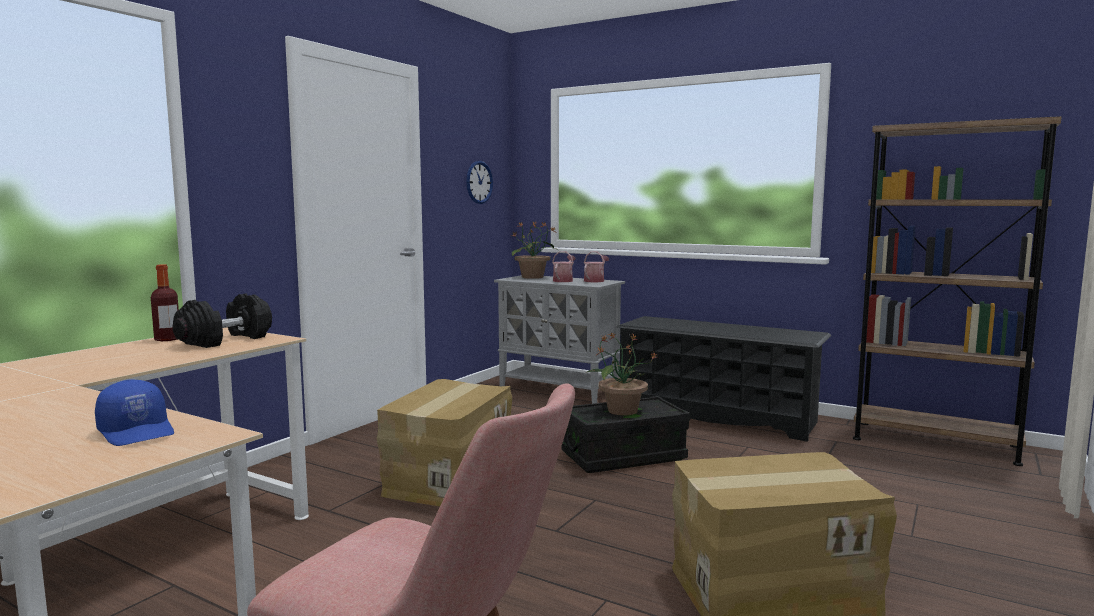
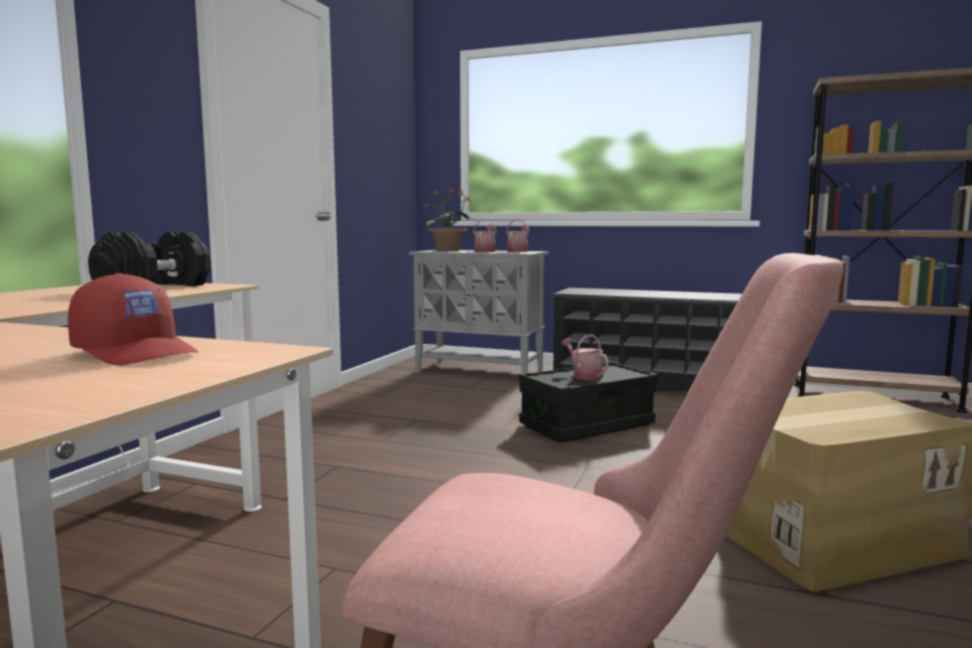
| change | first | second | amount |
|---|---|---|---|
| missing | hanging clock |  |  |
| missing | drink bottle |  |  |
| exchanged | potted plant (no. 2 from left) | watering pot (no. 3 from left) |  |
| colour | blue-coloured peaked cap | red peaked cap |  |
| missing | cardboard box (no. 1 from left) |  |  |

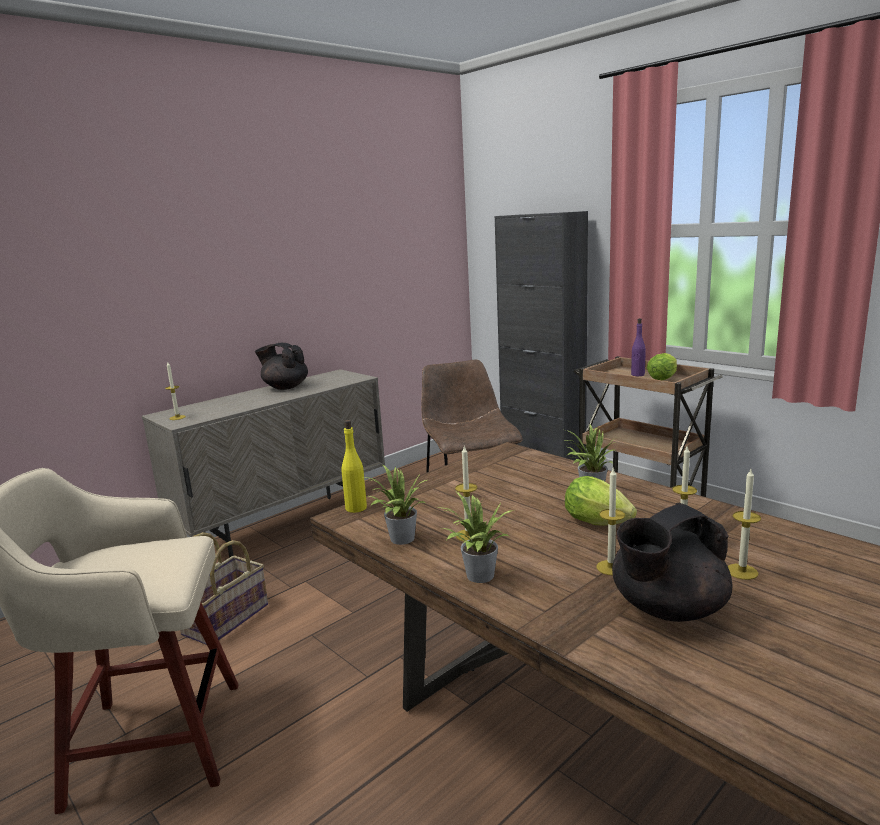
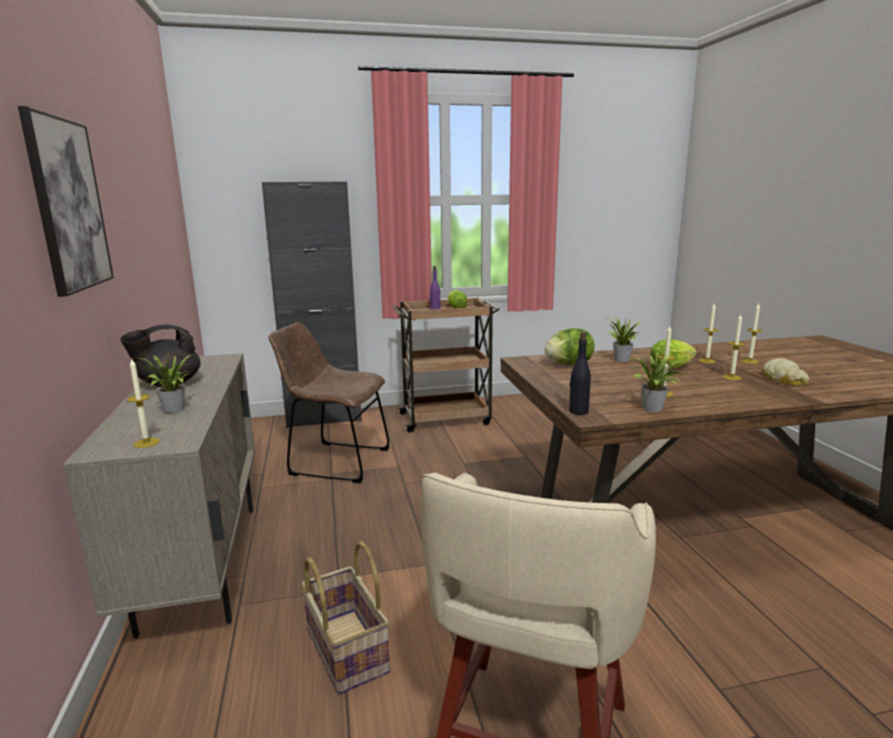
| change | first | second | amount |
|---|---|---|---|
| colour | yellow-coloured drink bottle | blackish drink bottle |  |
| relocated | potted plant (no. 2 from left in the first image) | potted plant (no. 1 from left) |  |
| exchanged | blackish pot for tea (no. 2 from left) | baked bread |  |
| appeared |  | wall art |  |
| appeared |  | lettuce head (no. 2 from left) |  |

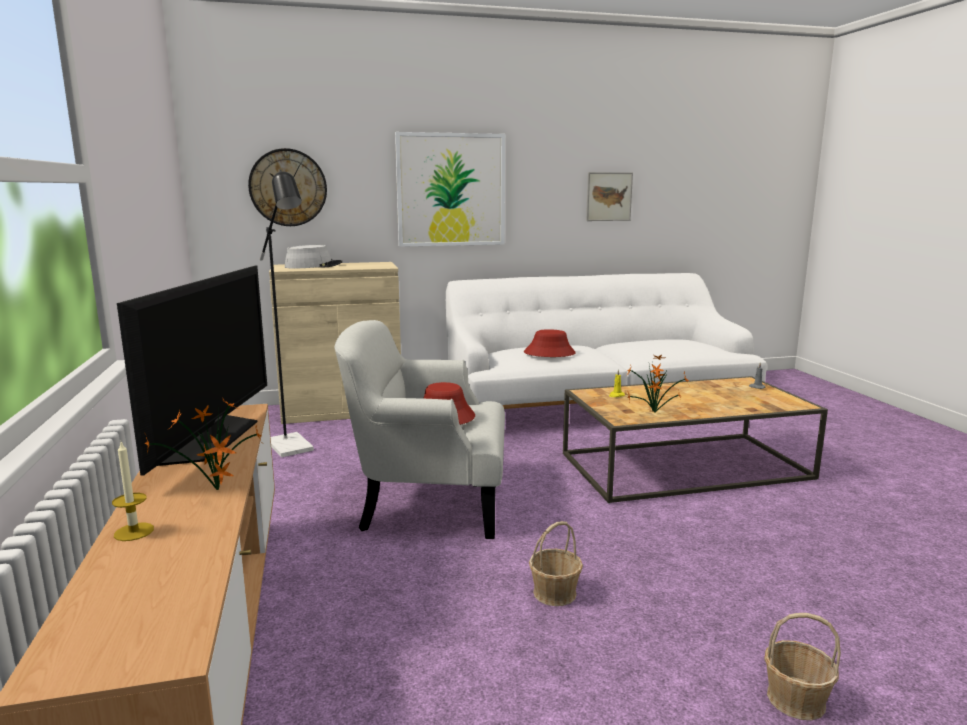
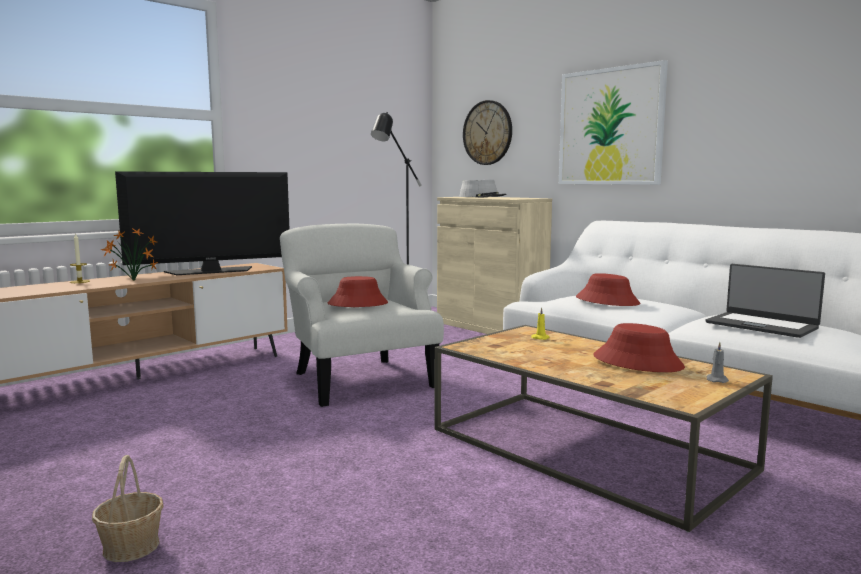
| change | first | second | amount |
|---|---|---|---|
| missing | wall art (no. 2 from left) |  |  |
| missing | potted plant (no. 2 from left) |  |  |
| missing | household basket (no. 1 from left) |  |  |
| appeared |  | notebook computer |  |
| appeared |  | red hat (no. 3 from left) |  |

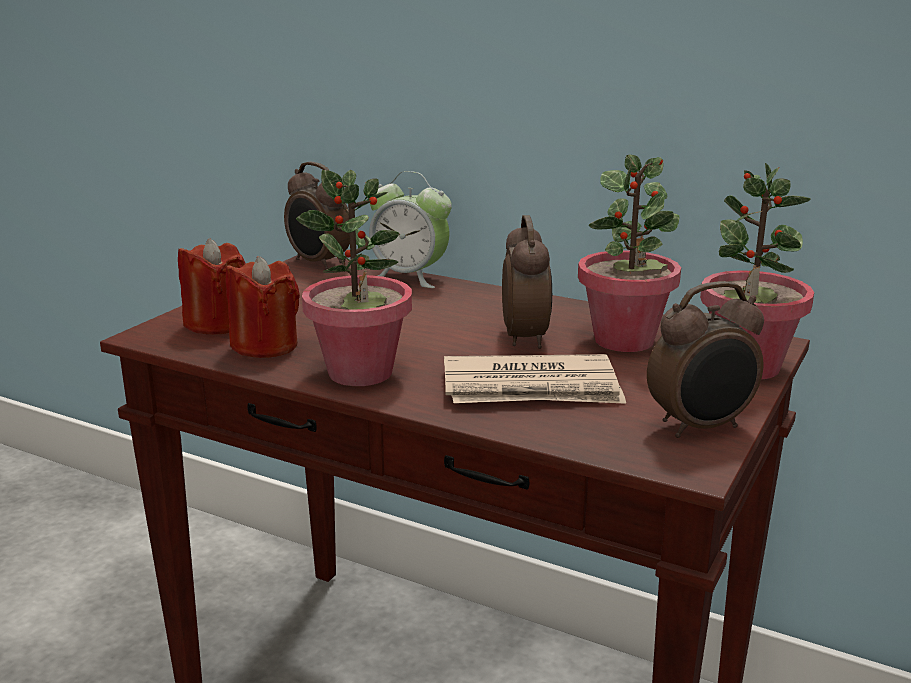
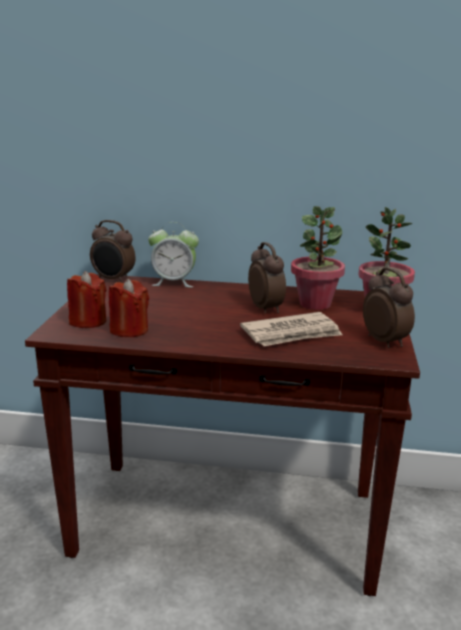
| change | first | second | amount |
|---|---|---|---|
| missing | potted plant (no. 1 from left) |  |  |
| spun | alarm clock (no. 4 from left) |  | 75 degrees counterclockwise |

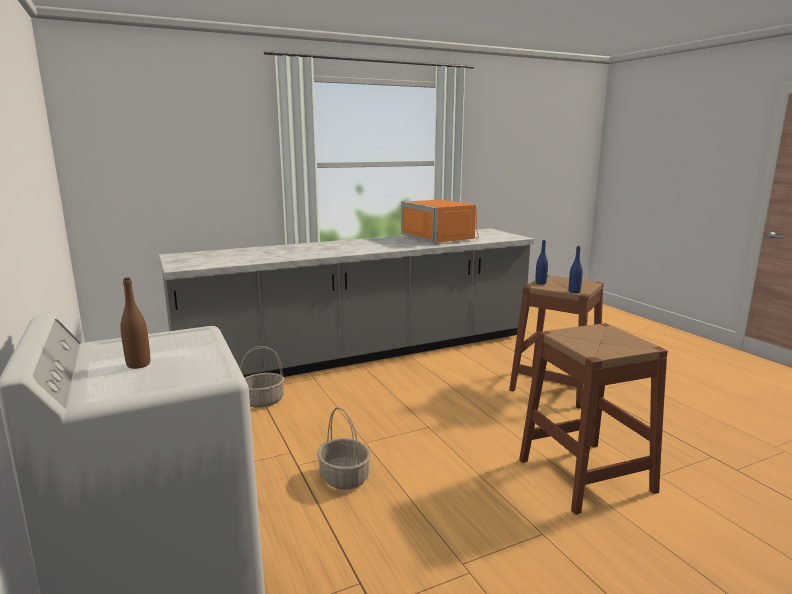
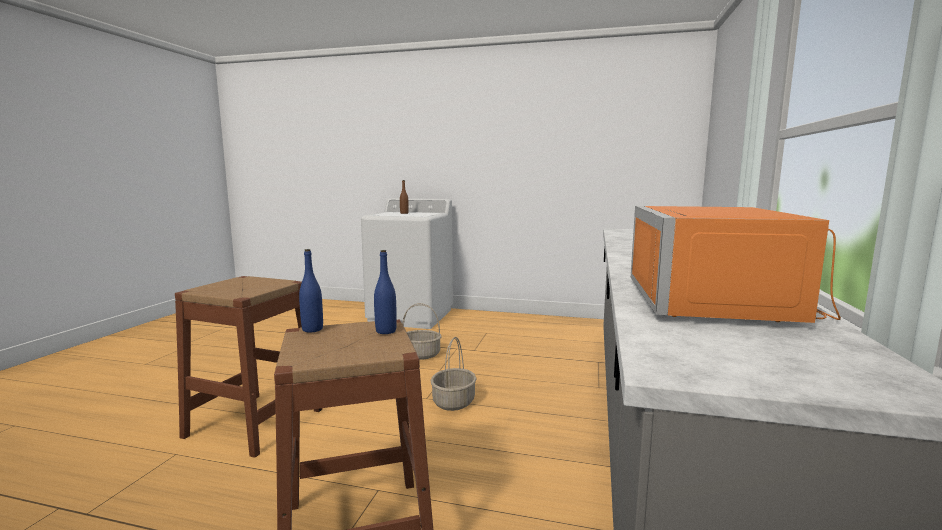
| change | first | second | amount |
|---|---|---|---|
| spun | orange-coloured microwave |  | 90 degrees counterclockwise |
| relocated | household basket (no. 1 from left in the first image) | household basket (no. 2 from left) |  |

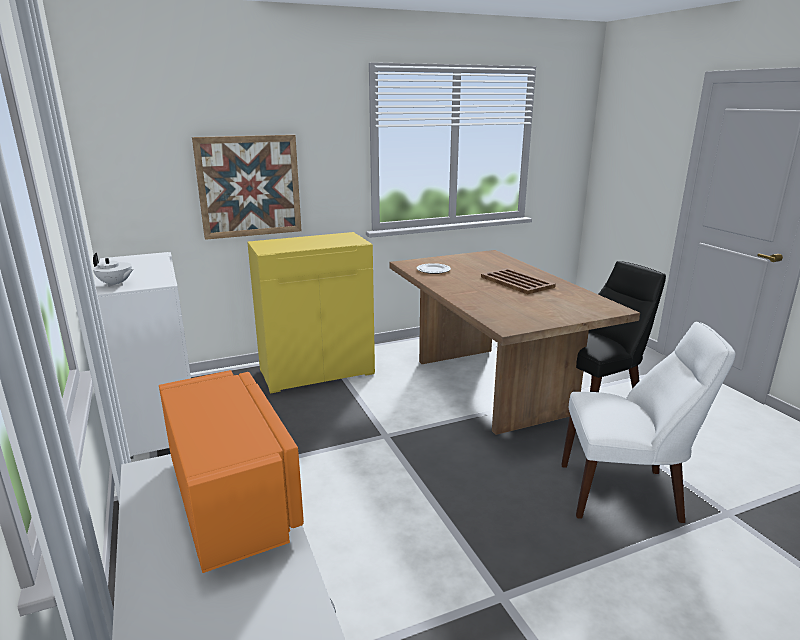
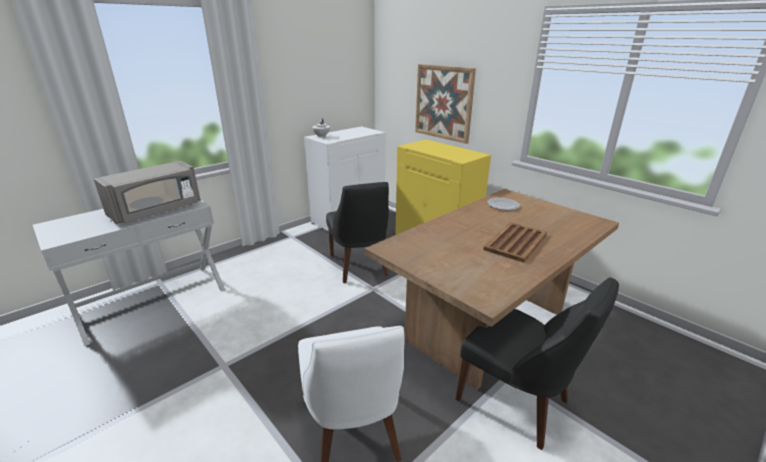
| change | first | second | amount |
|---|---|---|---|
| colour | orange-coloured microwave | grey microwave |  |
| appeared |  | blackish plain chair (no. 1 from left) |  |

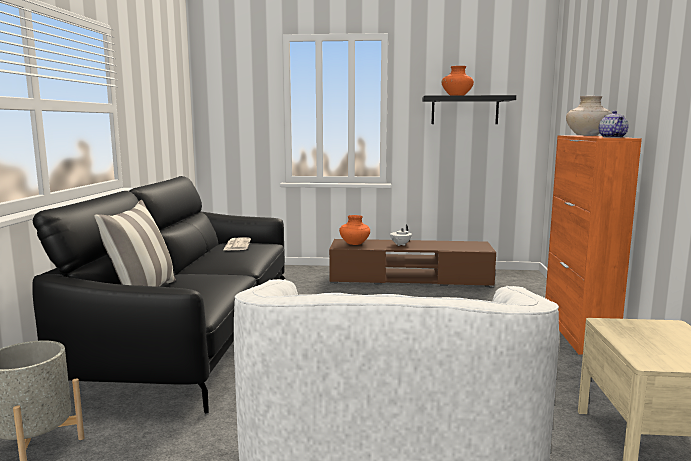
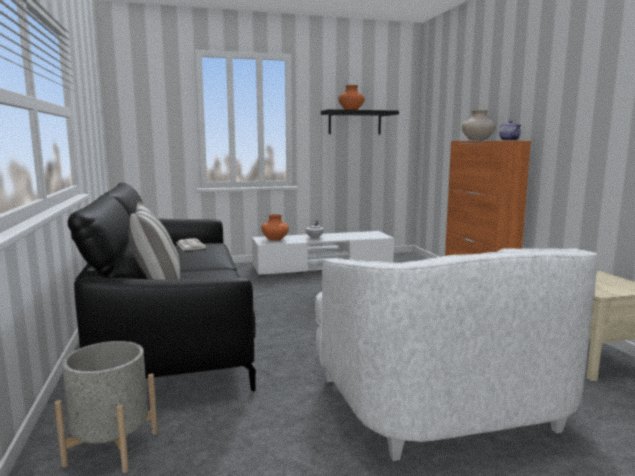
| change | first | second | amount |
|---|---|---|---|
| colour | brown tv unit | white-coloured tv unit |  |

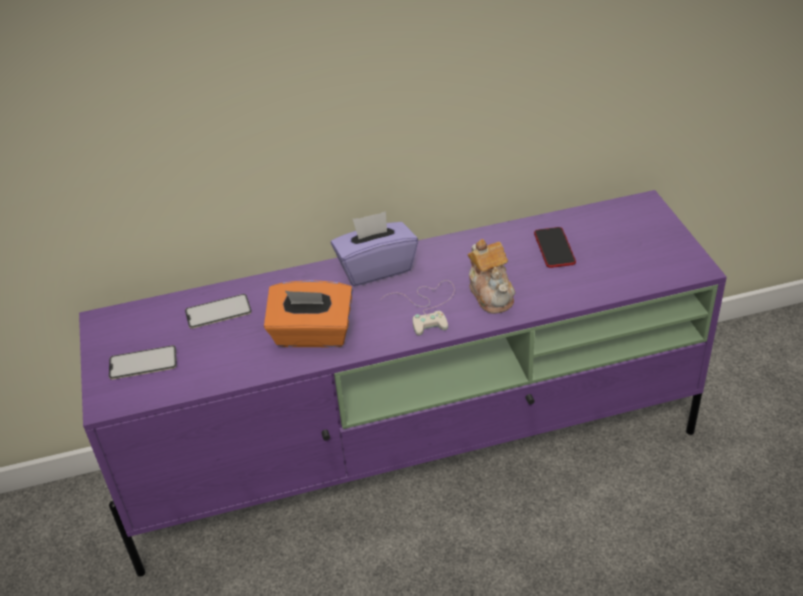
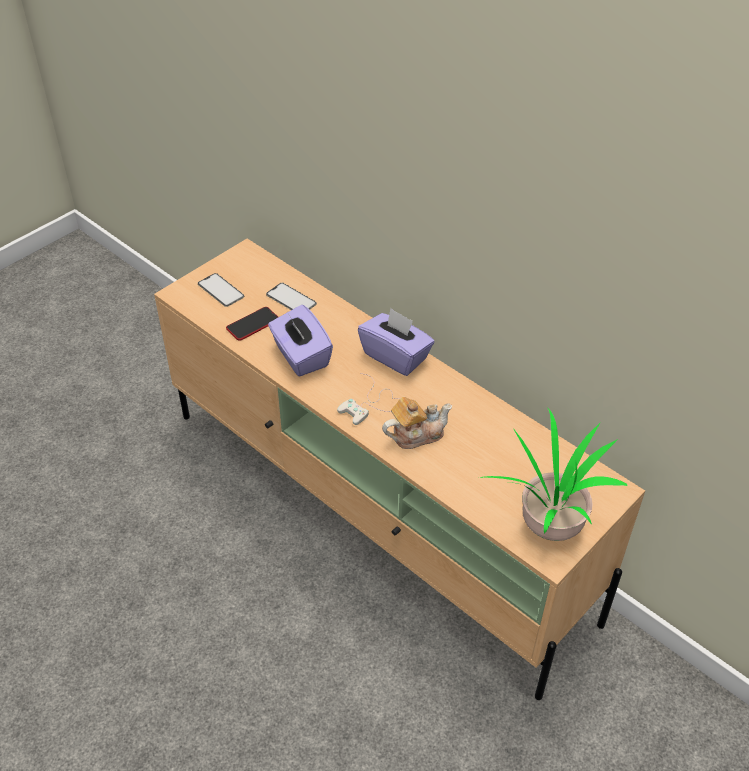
| change | first | second | amount |
|---|---|---|---|
| colour | purplish tv unit | beige-coloured tv unit |  |
| relocated | phone (no. 3 from left in the first image) | phone (no. 2 from left) |  |
| spun | pot for tea |  | 150 degrees counterclockwise |
| colour | orange-coloured tissue holder | purplish tissue holder (no. 1 from left) |  |
| appeared |  | potted plant |  |

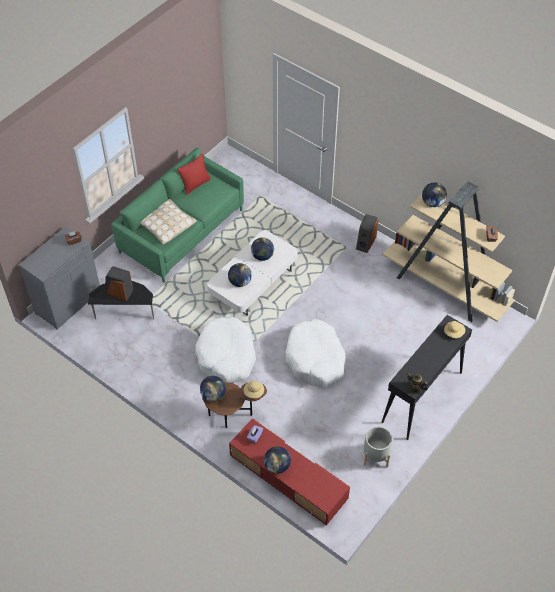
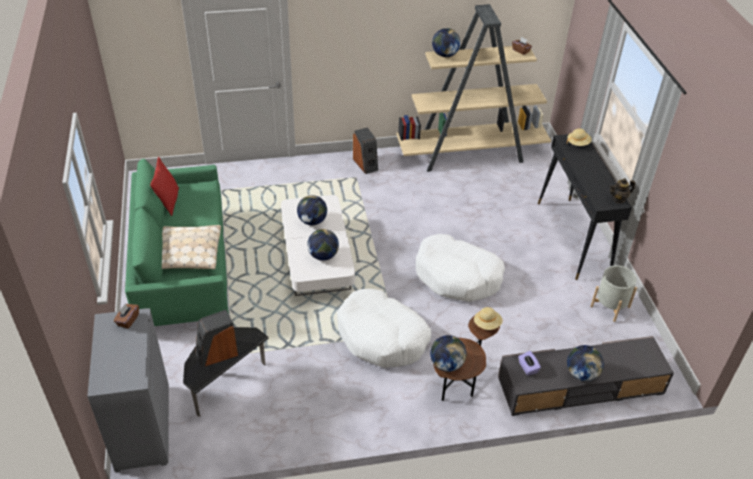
| change | first | second | amount |
|---|---|---|---|
| colour | red tv unit | grey tv unit |  |

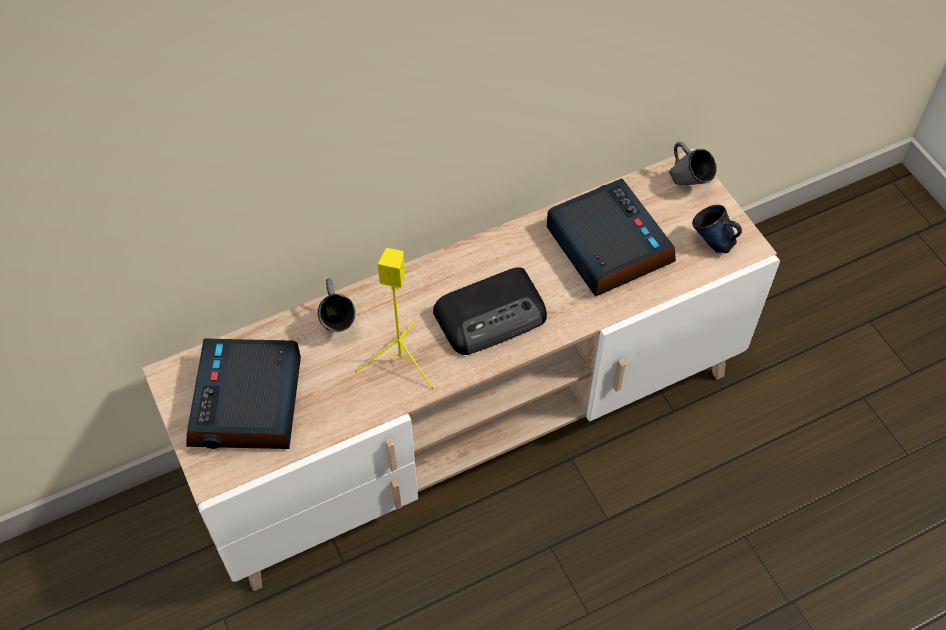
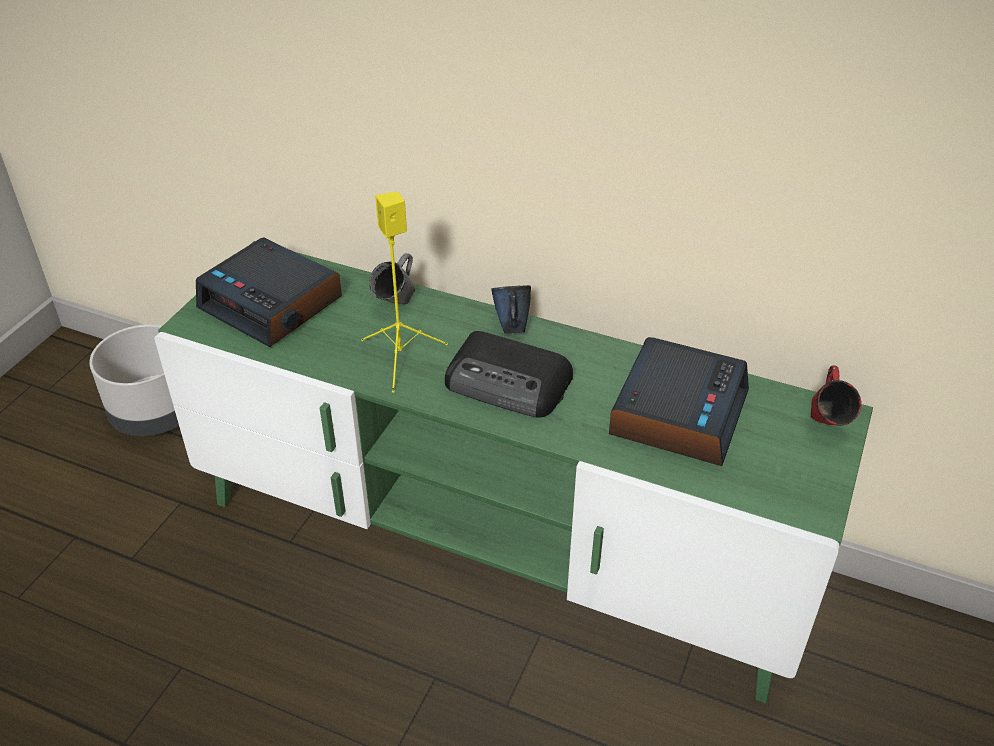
| change | first | second | amount |
|---|---|---|---|
| colour | grey tea mug (no. 2 from left) | red tea mug |  |
| colour | beige-coloured tv unit | green-coloured tv unit |  |
| relocated | blue-coloured tea mug |  |  |
| spun | alarm clock (no. 1 from left) |  | 105 degrees counterclockwise |
| appeared |  | grey flower pot |  |

